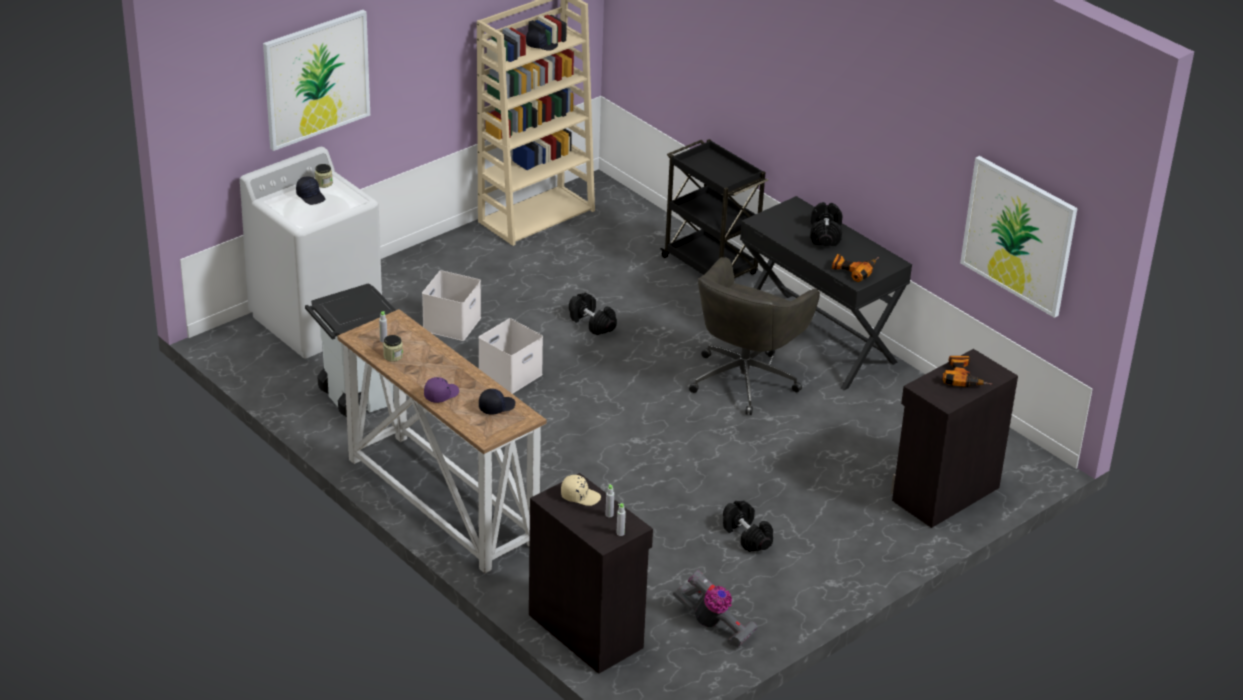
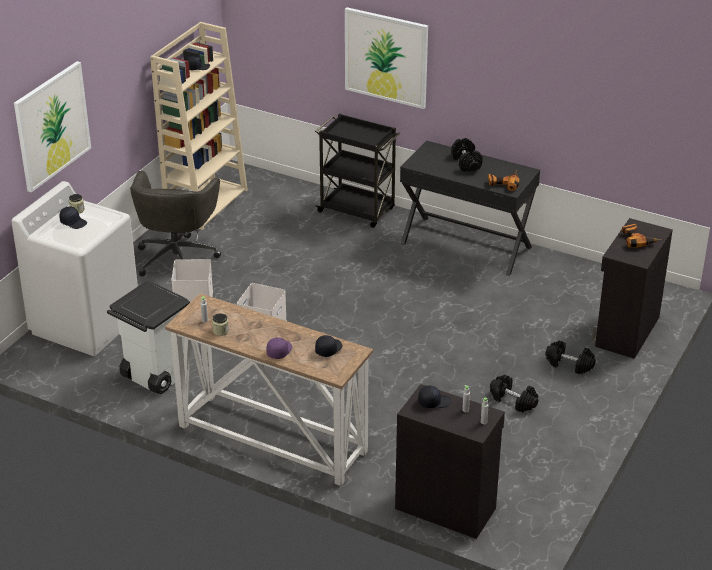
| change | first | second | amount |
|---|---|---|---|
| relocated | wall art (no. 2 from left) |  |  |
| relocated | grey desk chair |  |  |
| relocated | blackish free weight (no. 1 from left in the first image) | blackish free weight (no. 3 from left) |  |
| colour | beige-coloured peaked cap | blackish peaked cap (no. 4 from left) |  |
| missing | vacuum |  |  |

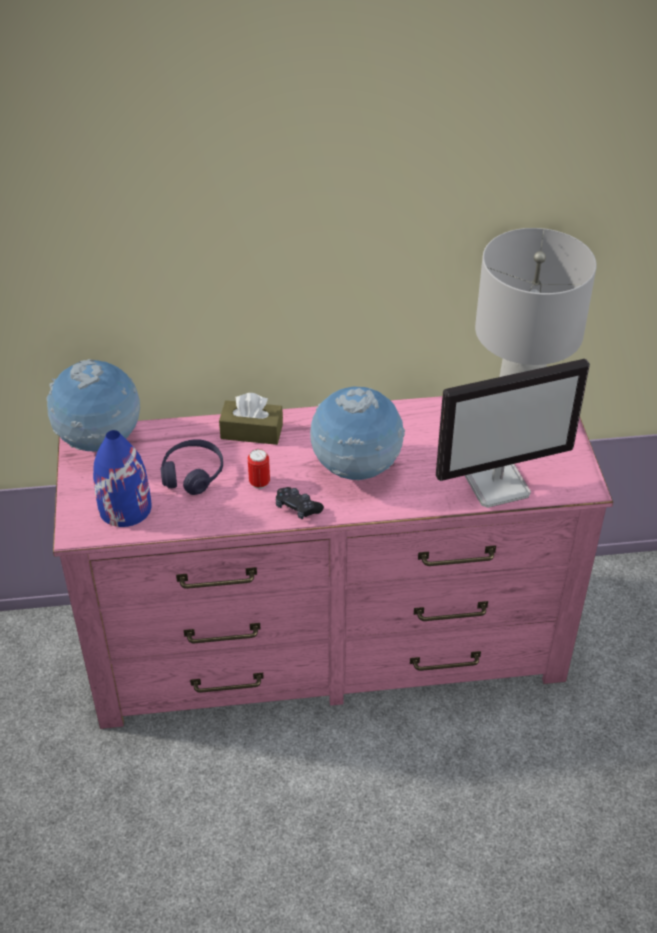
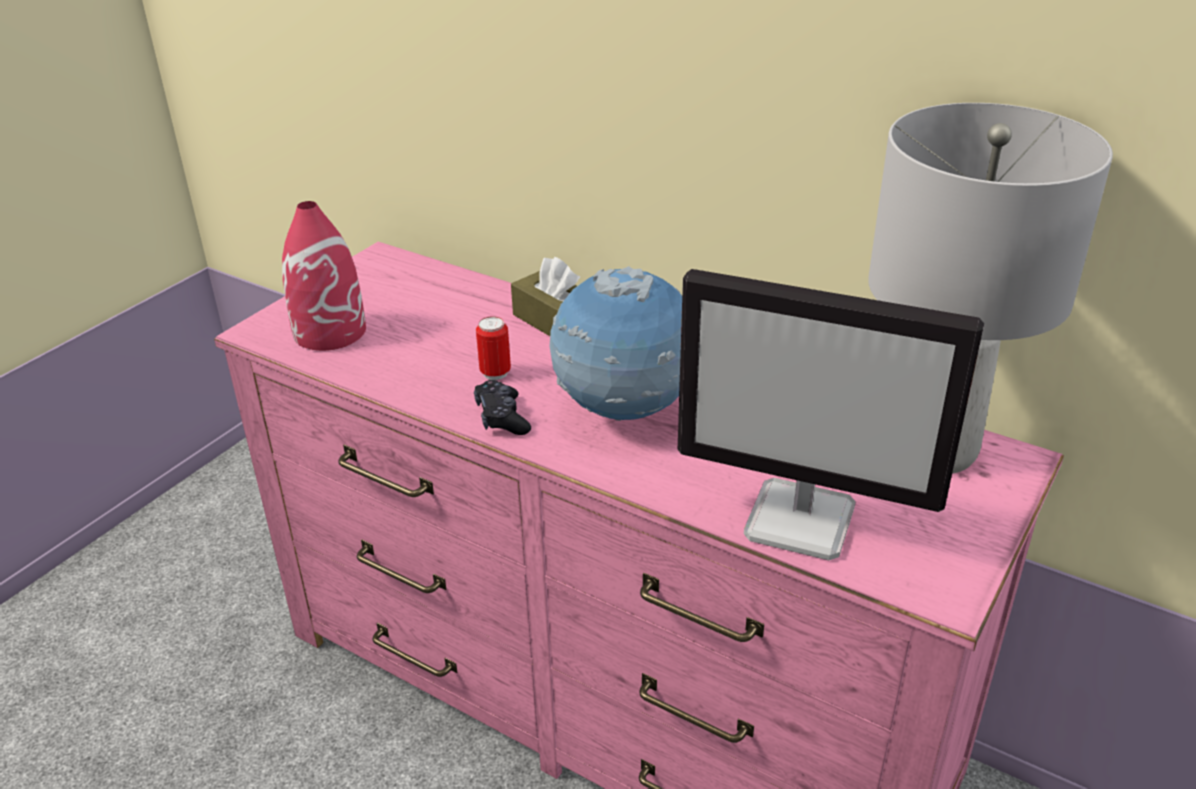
| change | first | second | amount |
|---|---|---|---|
| missing | desk globe (no. 1 from left) |  |  |
| colour | blue-coloured flower vase | red flower vase |  |
| missing | purplish pair of headphones |  |  |

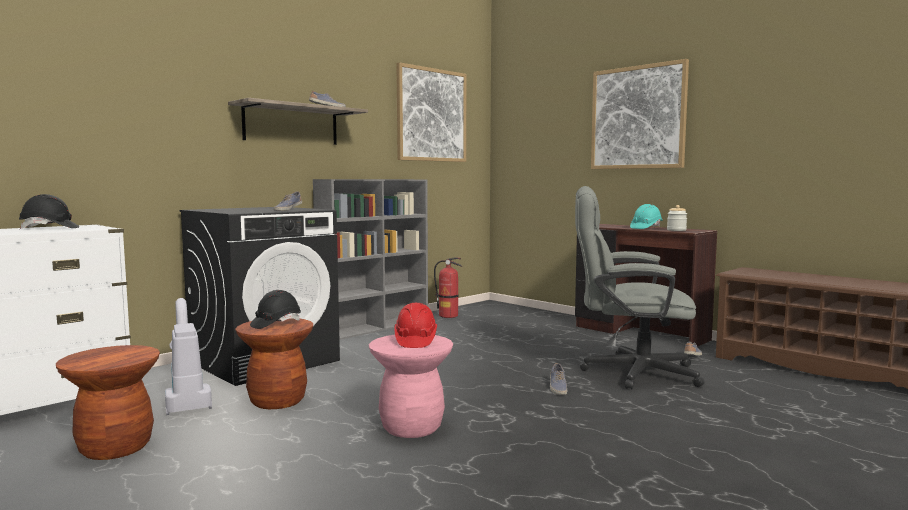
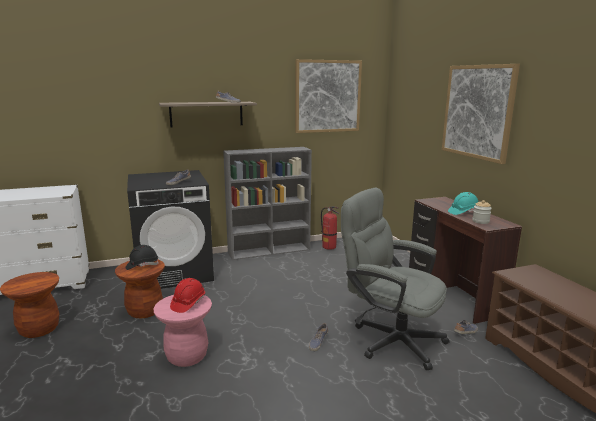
| change | first | second | amount |
|---|---|---|---|
| missing | blackish work helmet (no. 1 from left) |  |  |
| missing | vacuum |  |  |

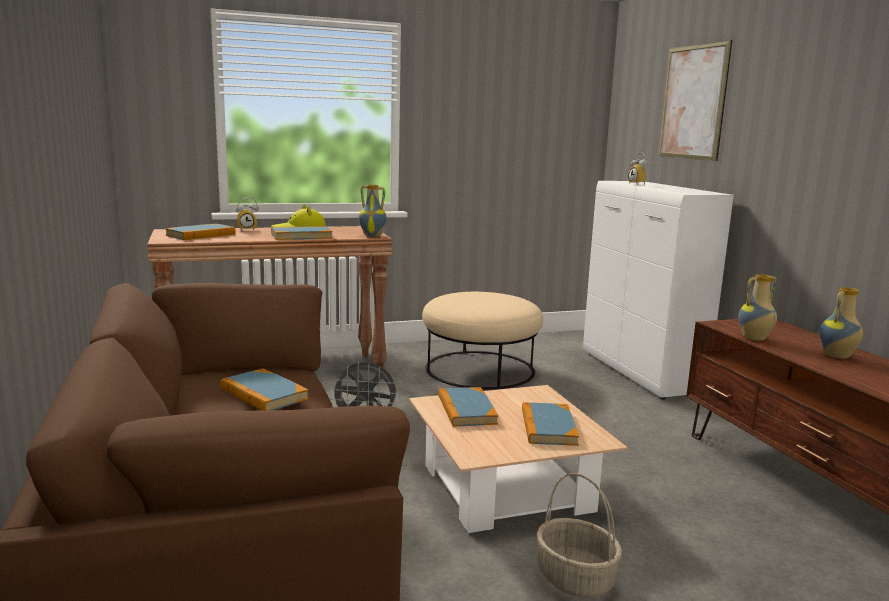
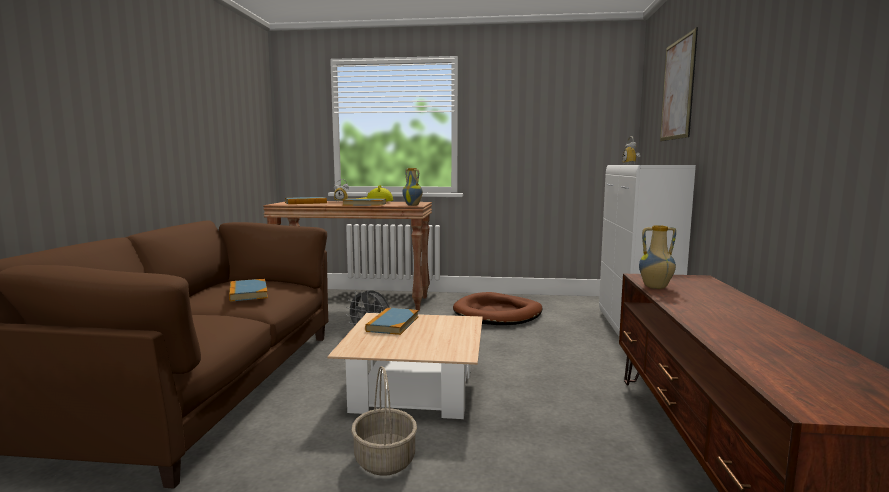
| change | first | second | amount |
|---|---|---|---|
| missing | flower vase (no. 3 from left) |  |  |
| exchanged | beige-coloured pouffe | brown pet bed |  |
| missing | book (no. 5 from left) |  |  |

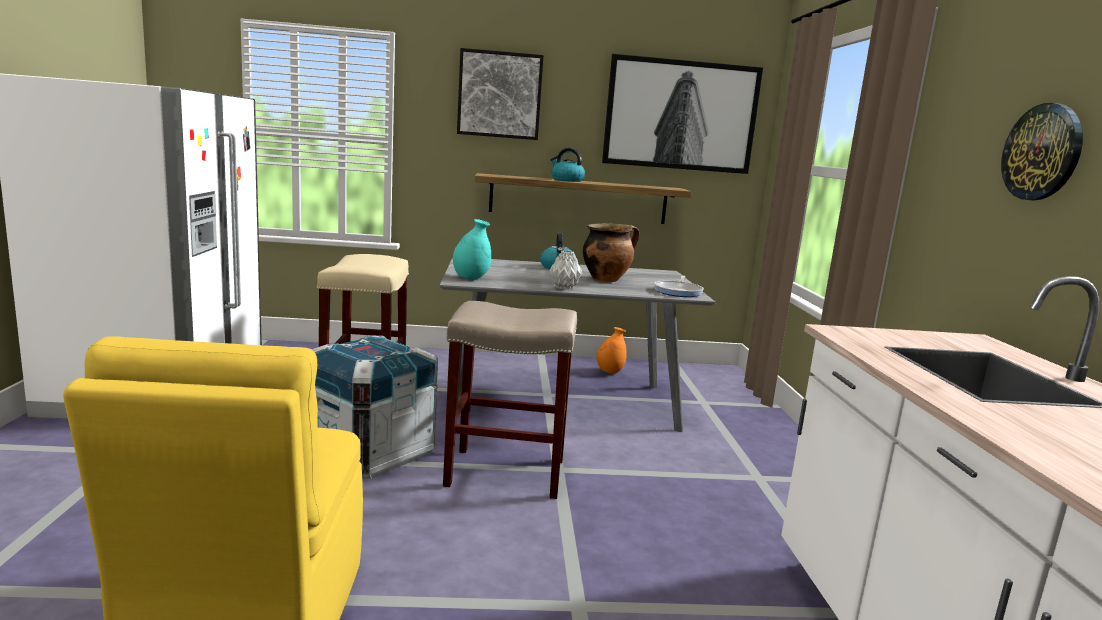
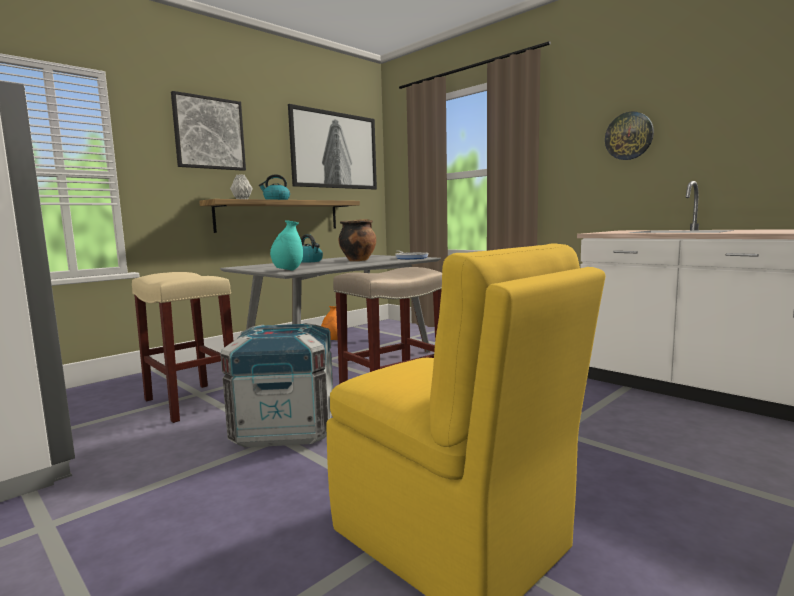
| change | first | second | amount |
|---|---|---|---|
| relocated | grey flower vase |  |  |

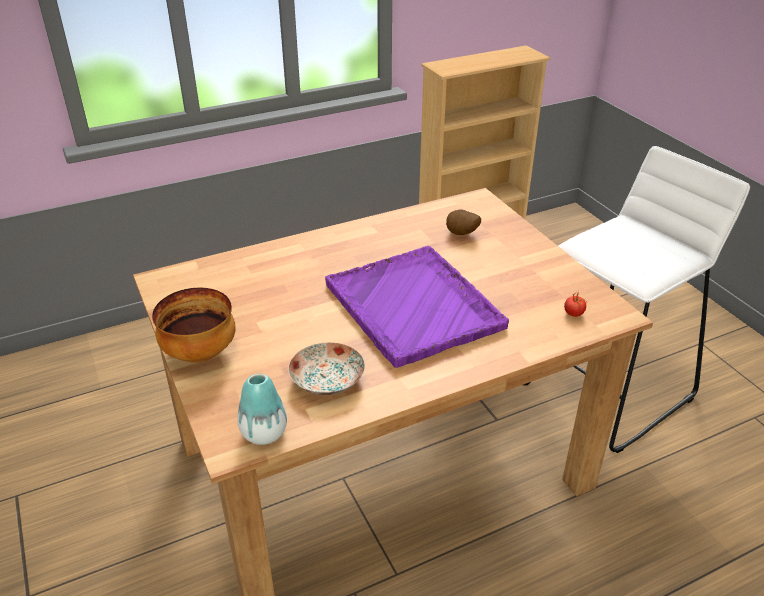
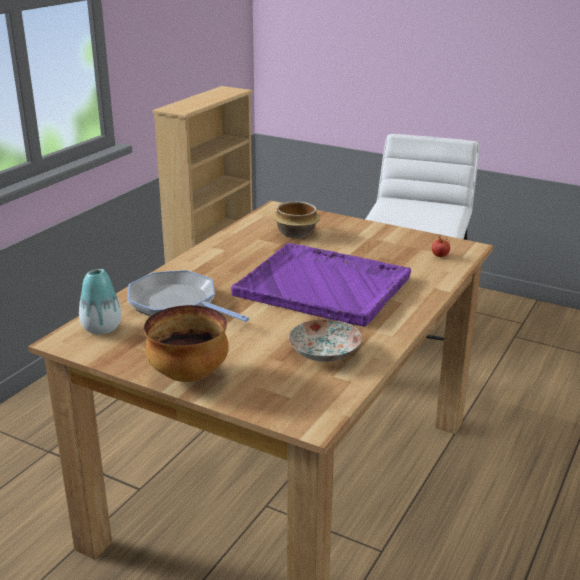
| change | first | second | amount |
|---|---|---|---|
| exchanged | spud | serving bowl (no. 2 from left) |  |
| relocated | flower vase |  |  |
| appeared |  | pan |  |

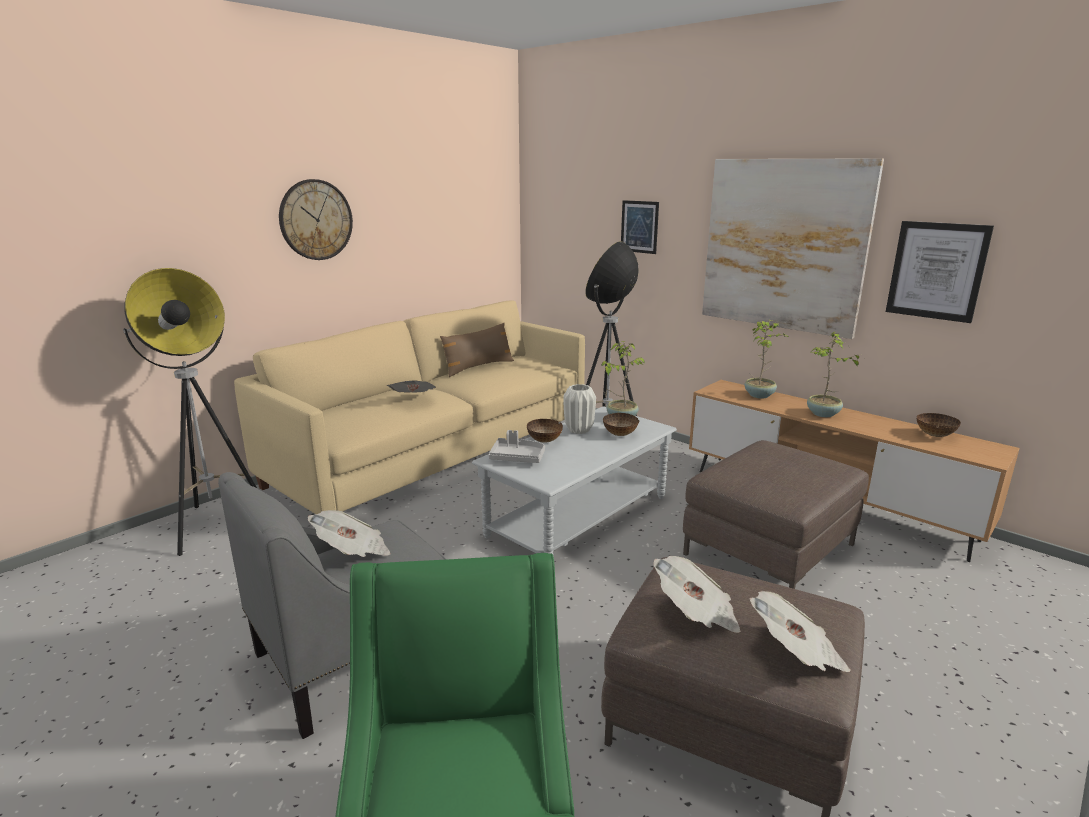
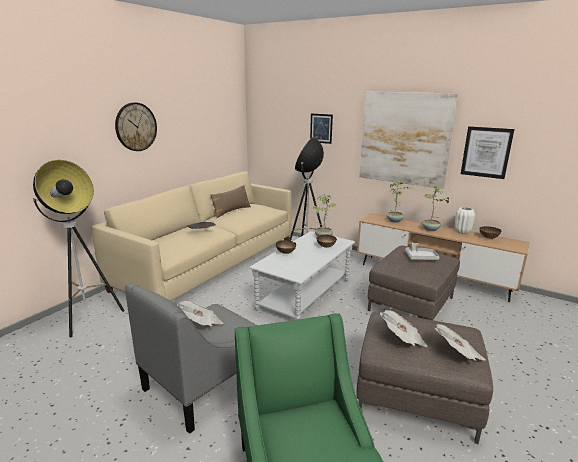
| change | first | second | amount |
|---|---|---|---|
| relocated | white-coloured flower vase |  |  |
| relocated | grey carrying tray |  |  |

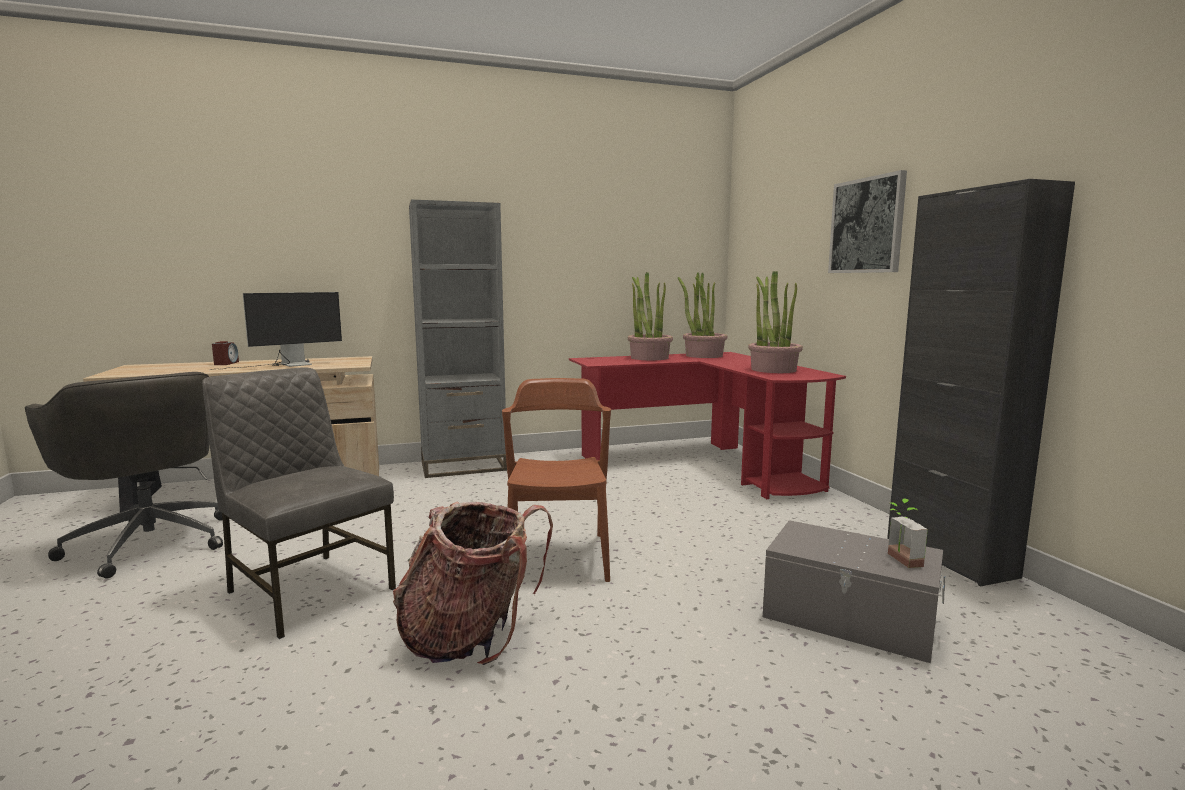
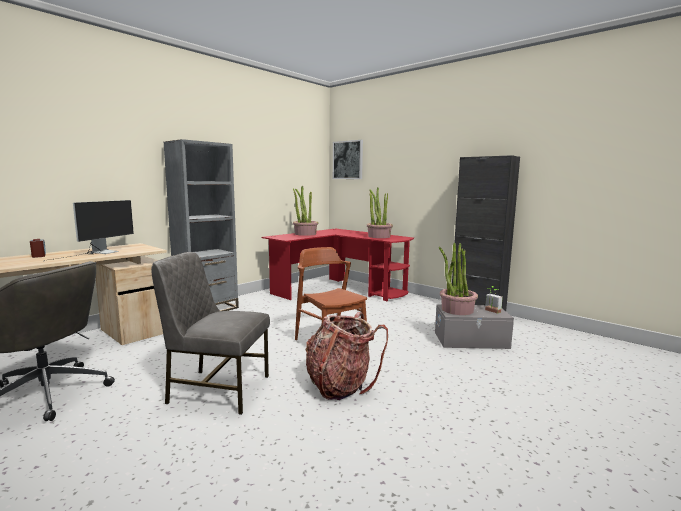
| change | first | second | amount |
|---|---|---|---|
| relocated | wall art |  |  |
| relocated | potted plant (no. 2 from left in the first image) | potted plant (no. 3 from left) |  |

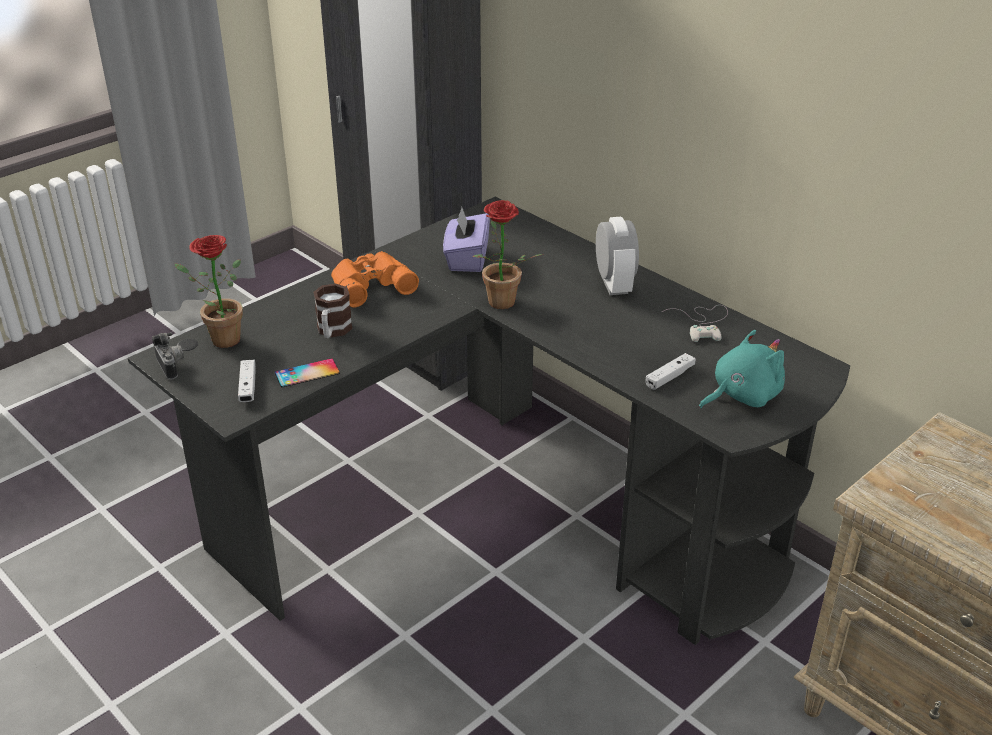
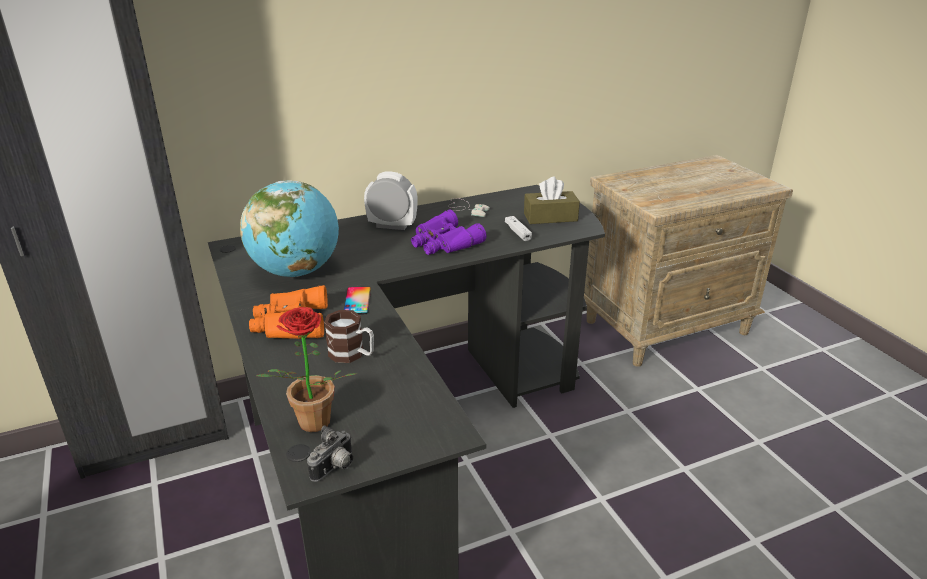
| change | first | second | amount |
|---|---|---|---|
| missing | potted plant (no. 2 from left) |  |  |
| exchanged | purplish tissue holder | desk globe |  |
| exchanged | blue-green soft toy | brown tissue holder |  |
| spun | still camera |  | 135 degrees clockwise |
| relocated | phone |  |  |
| missing | white-coloured joypad (no. 1 from left) |  |  |
| appeared |  | purplish binoculars |  |

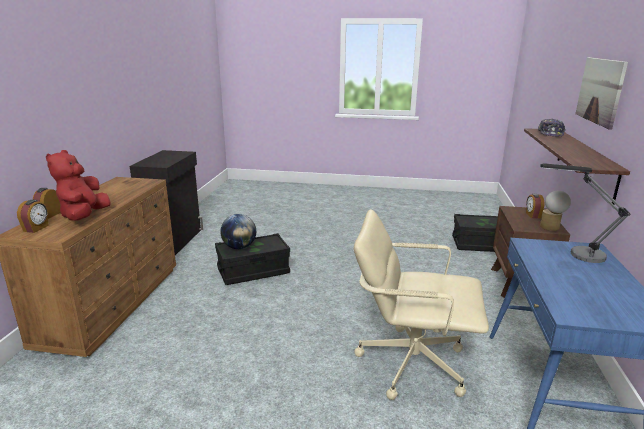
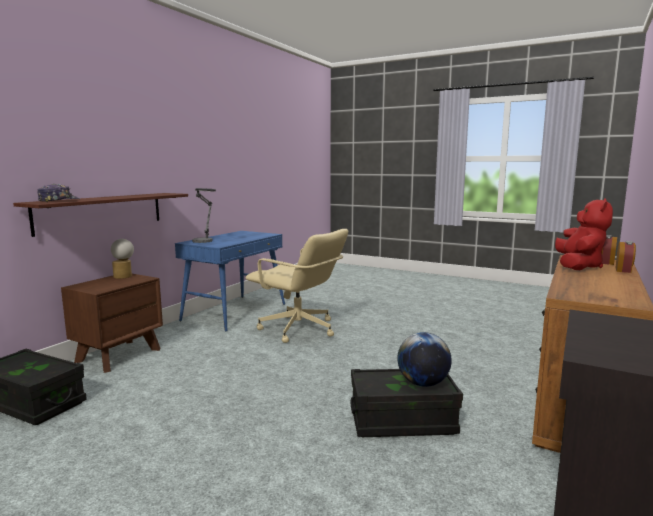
| change | first | second | amount |
|---|---|---|---|
| missing | wall art |  |  |
| missing | alarm clock (no. 3 from left) |  |  |

